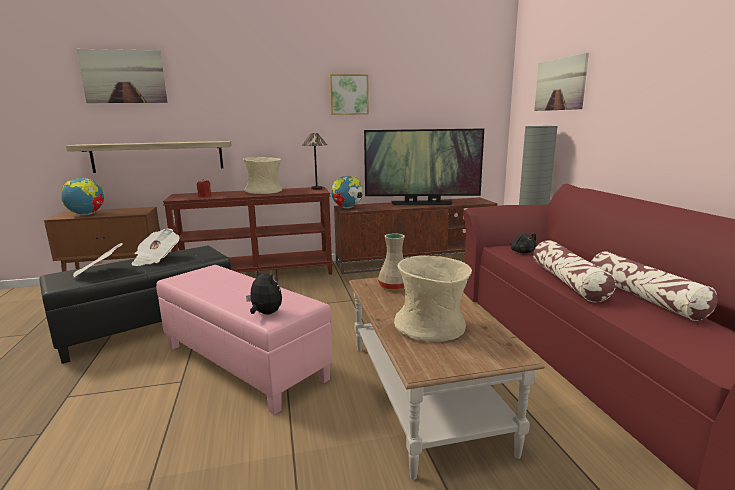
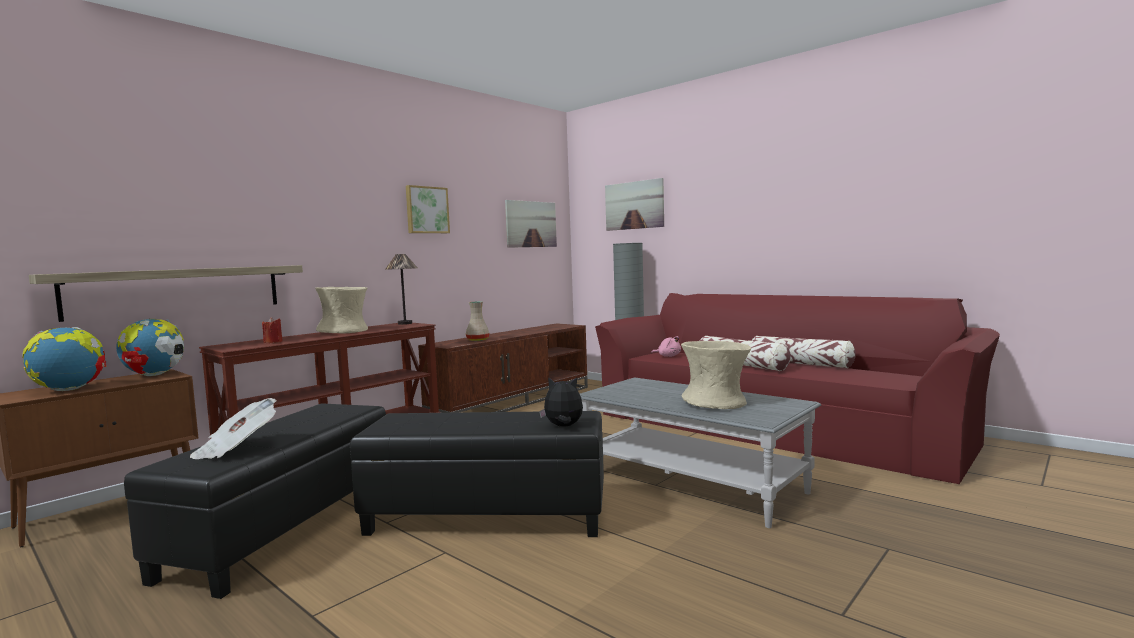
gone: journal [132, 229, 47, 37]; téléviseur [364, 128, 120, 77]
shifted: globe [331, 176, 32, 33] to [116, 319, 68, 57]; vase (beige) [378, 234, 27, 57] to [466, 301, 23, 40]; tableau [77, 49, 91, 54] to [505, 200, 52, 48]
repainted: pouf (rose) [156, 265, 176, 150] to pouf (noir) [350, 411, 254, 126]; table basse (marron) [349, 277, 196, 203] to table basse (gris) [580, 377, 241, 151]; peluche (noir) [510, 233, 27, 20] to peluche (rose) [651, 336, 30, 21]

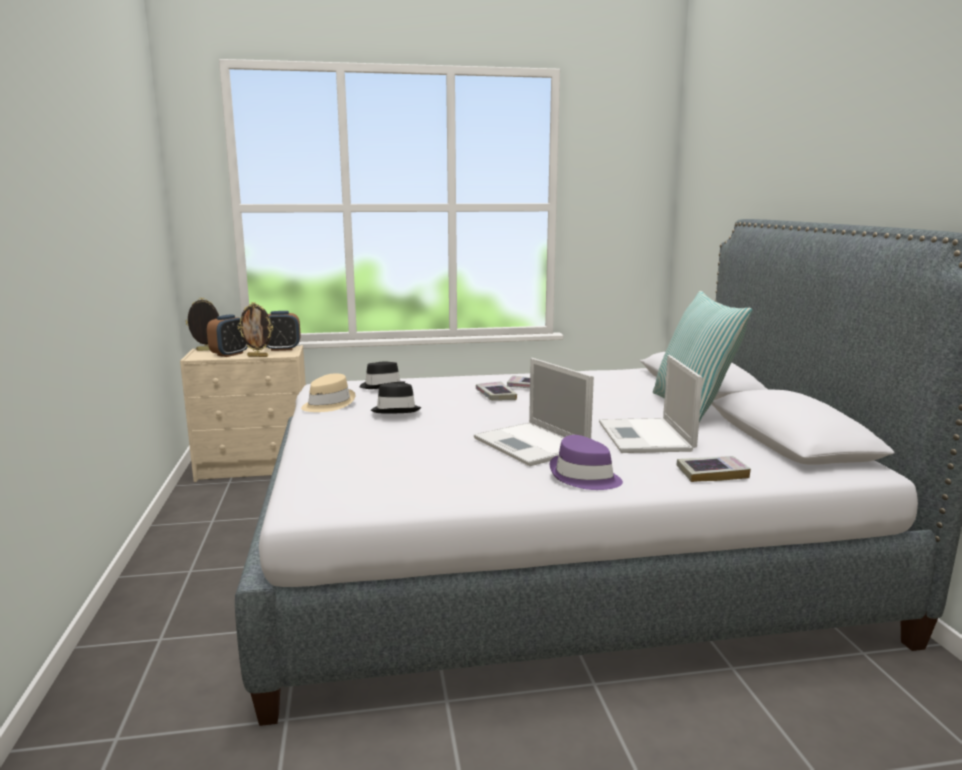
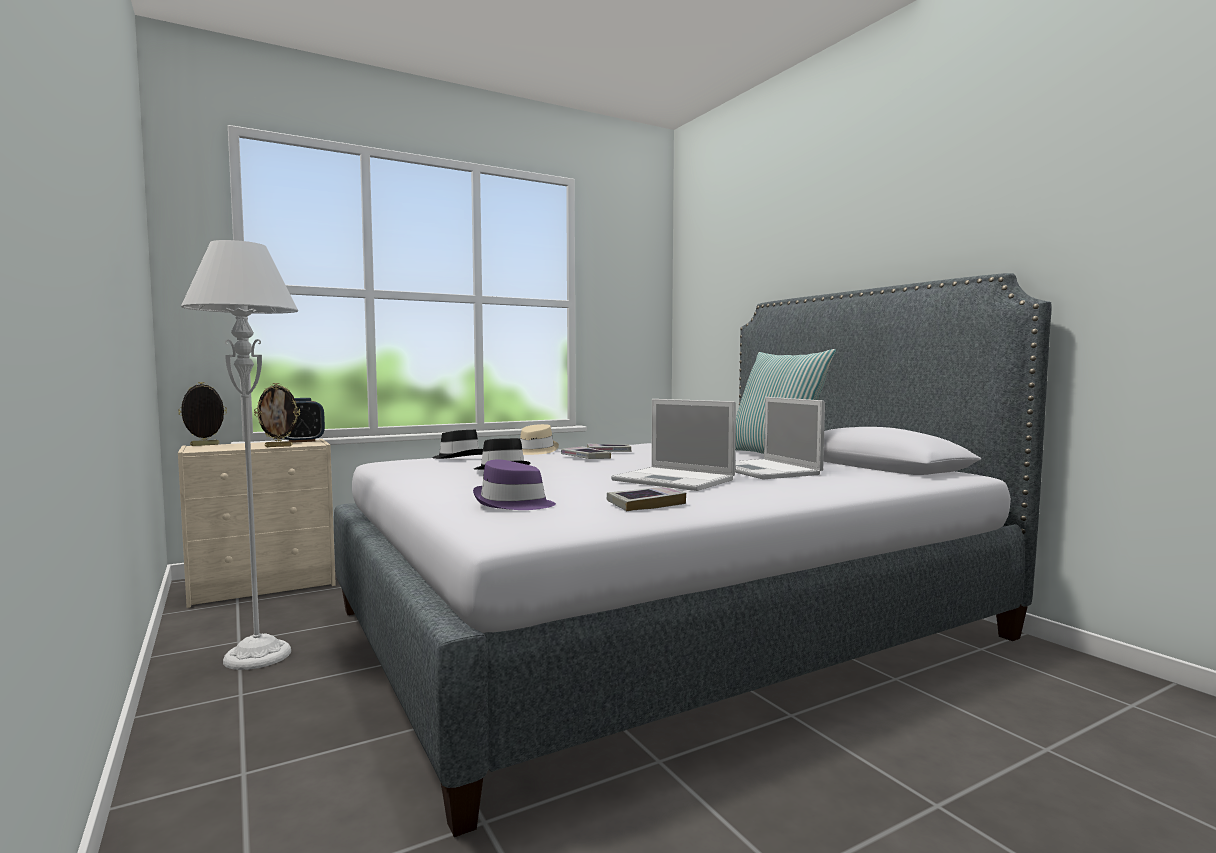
gone: réveil [207, 314, 41, 43]
new: lampadaire (gris) [181, 240, 117, 430]
shifted: chapeau (violet) [550, 435, 73, 55] to [473, 459, 83, 51]; chapeau (beige) [301, 373, 54, 39] to [520, 424, 39, 31]; livre [676, 456, 75, 26] to [607, 487, 79, 24]

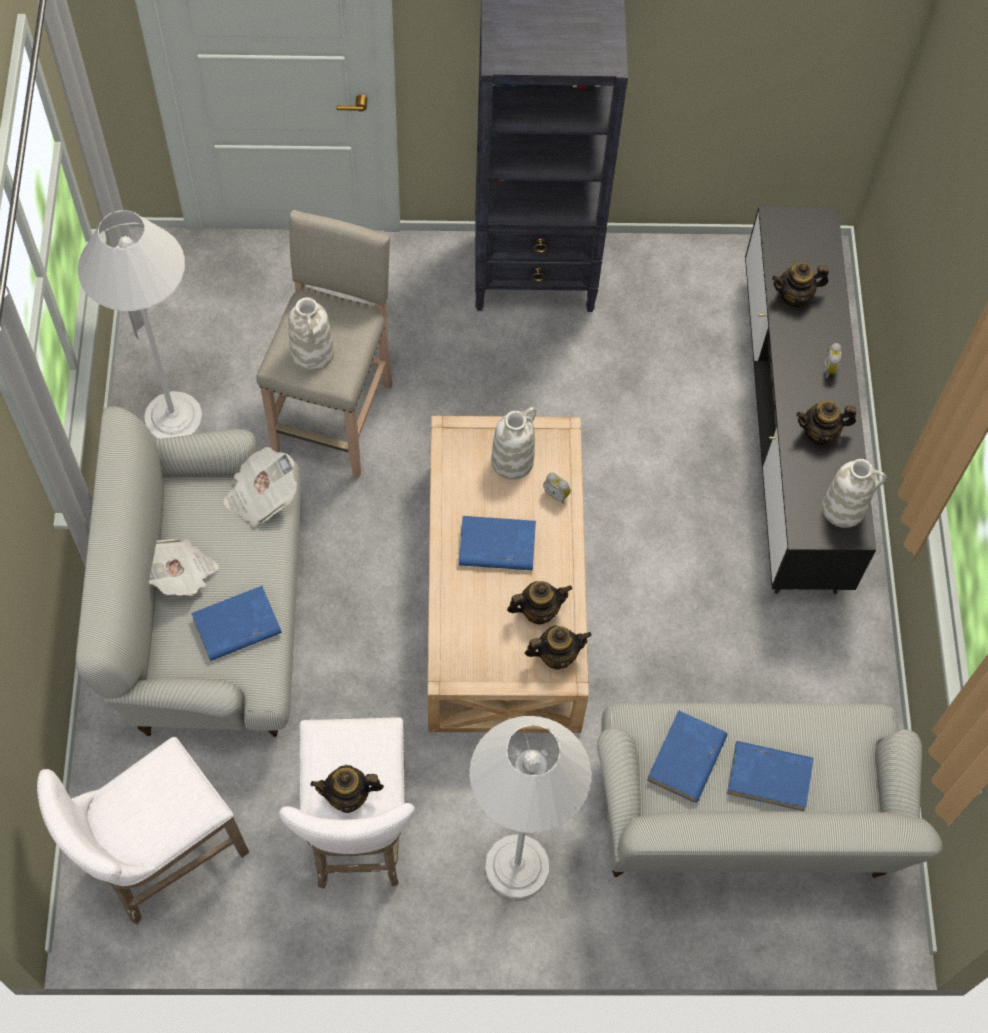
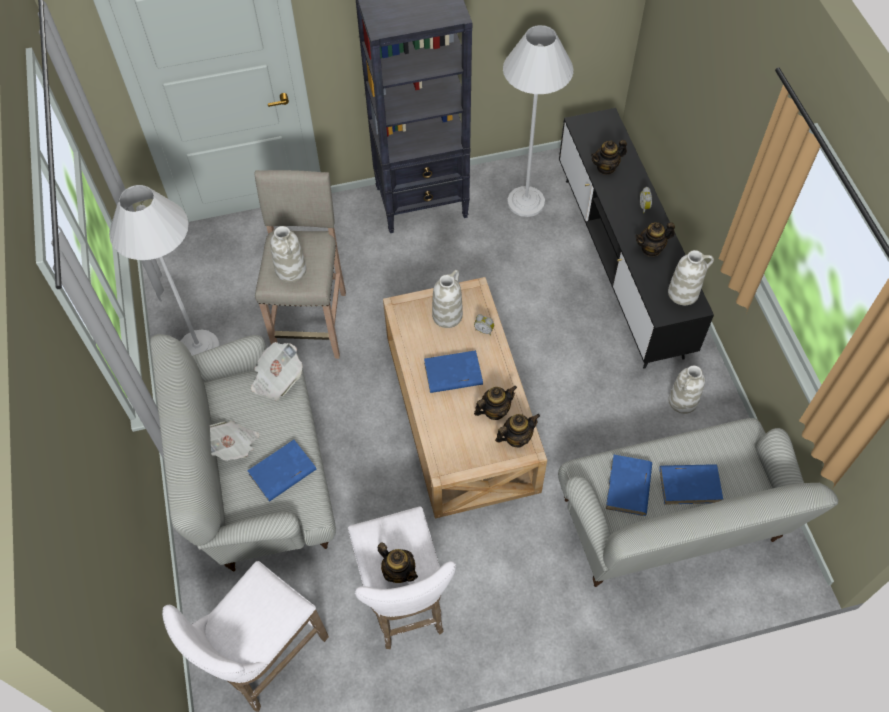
new: vase (blanc) [668, 366, 37, 48]
shifted: lampadaire (blanc) [469, 716, 122, 183] to [503, 25, 71, 192]
rotated: théière [311, 765, 73, 48] = [378, 543, 40, 40] 120 degrees counterclockwise

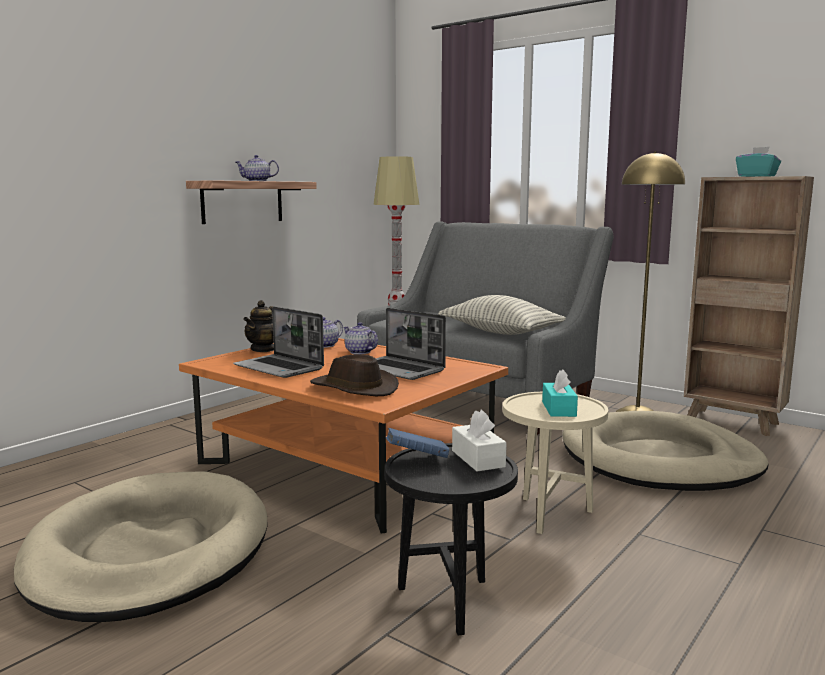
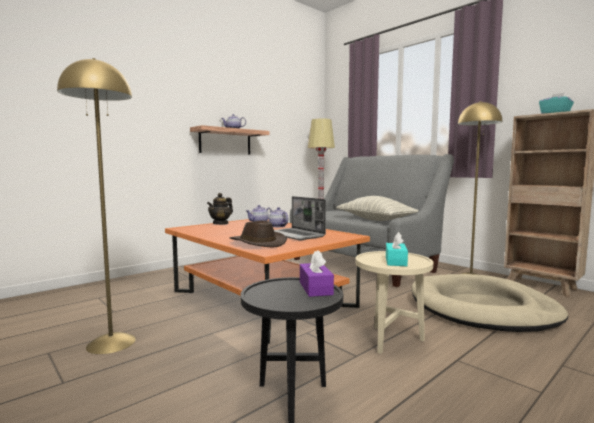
gone: ordinateur portable [233, 307, 91, 71]; livre (bleu) [386, 428, 63, 30]
swapped: panier pour chien (beige) [14, 471, 254, 151] to lampadaire (jaune) [57, 58, 79, 296]
repainted: boîte à mouchoirs (blanc) [452, 410, 55, 62] to boîte à mouchoirs (violet) [300, 250, 34, 47]

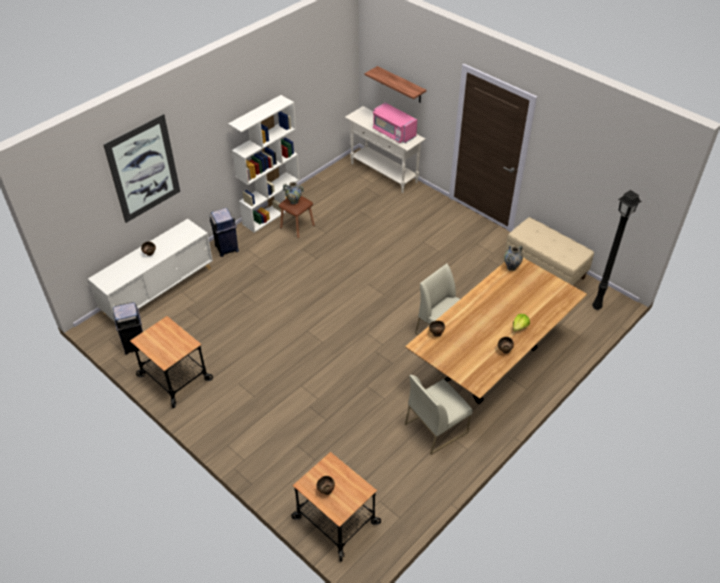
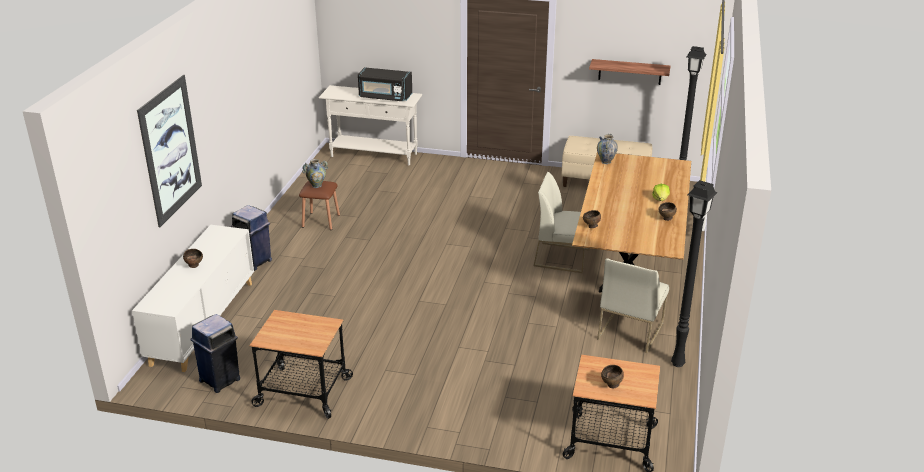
gone: bibliothèque (blanc) [228, 95, 72, 138]
new: lampadaire (noir) [671, 180, 47, 187]
shifted: étagère [365, 66, 61, 37] to [589, 59, 82, 26]
repainted: micro-ondes (rose) [373, 103, 44, 40] to micro-ondes (noir) [358, 67, 54, 34]

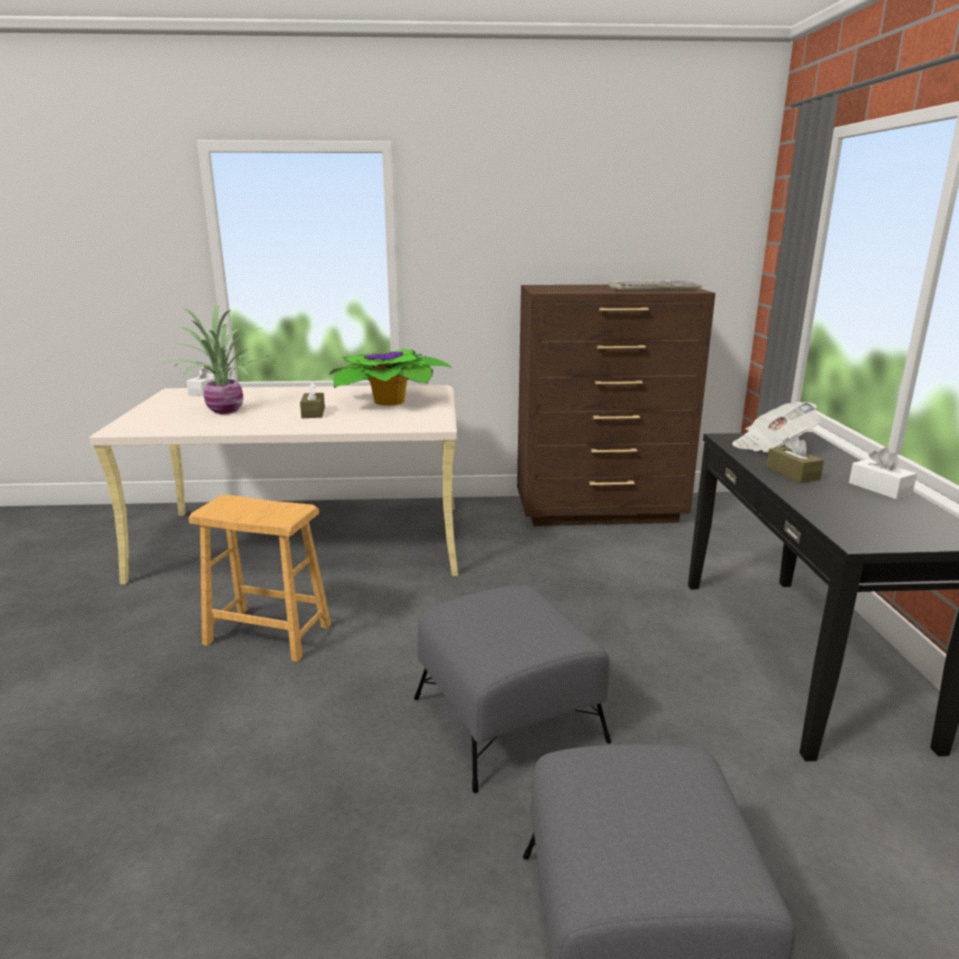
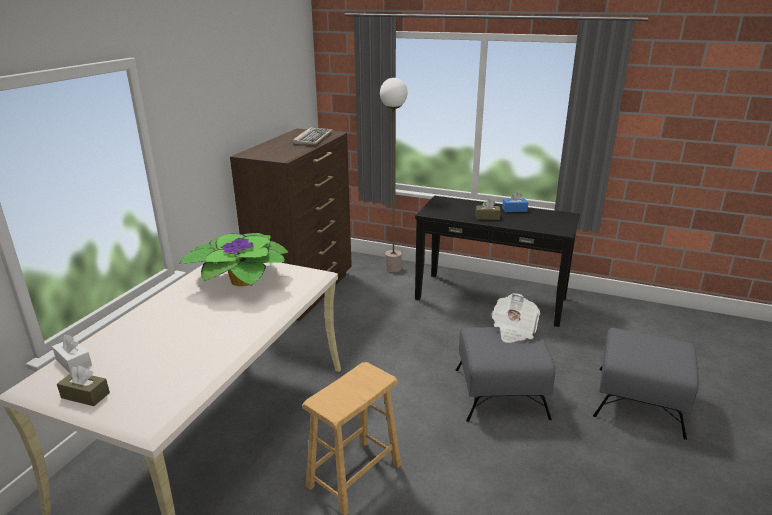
gone: plante en pot [159, 306, 113, 108]
new: lampadaire [380, 78, 27, 194]
shifted: boîte à mouchoirs (marron) [300, 382, 25, 36] to [57, 366, 53, 40]; journal [732, 402, 88, 51] to [491, 293, 49, 50]
repainted: boîte à mouchoirs (blanc) [849, 448, 68, 51] to boîte à mouchoirs (bleu) [502, 192, 26, 20]

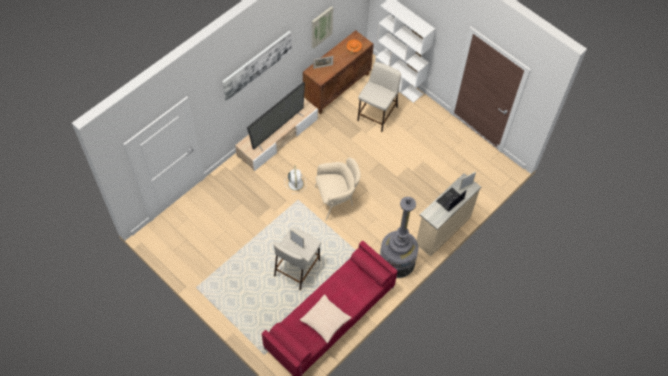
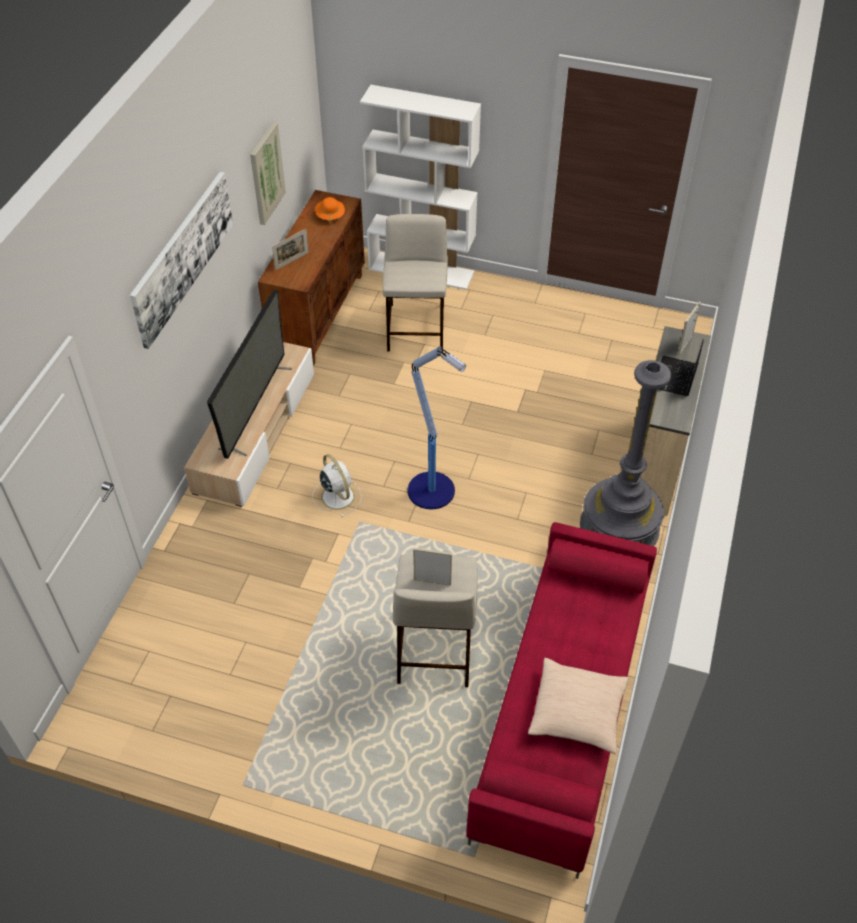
swapped: fauteuil (beige) [315, 158, 46, 62] to lampadaire [407, 346, 59, 163]

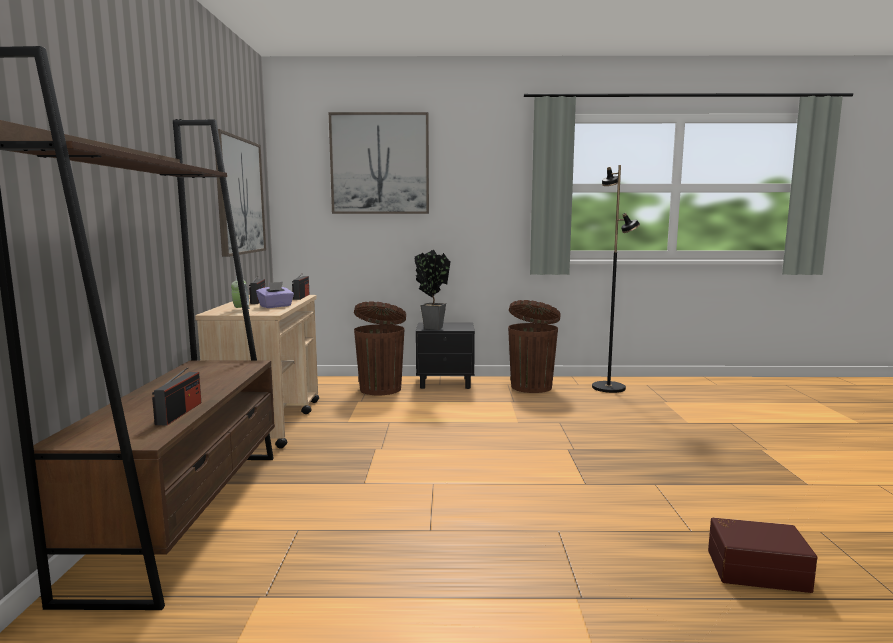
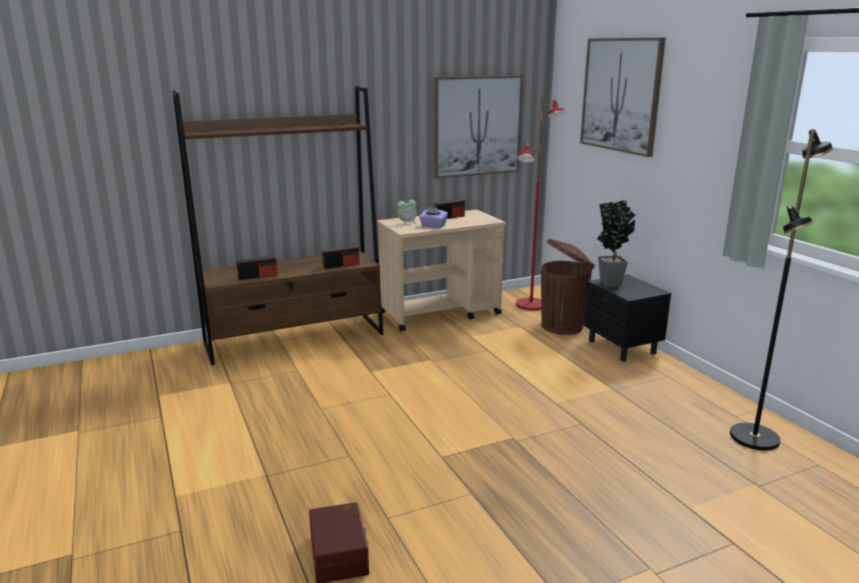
gone: poubelle (marron) [508, 300, 53, 93]
new: lampadaire (rouge) [516, 98, 50, 213]
shifted: radio [292, 273, 17, 27] to [322, 243, 37, 26]

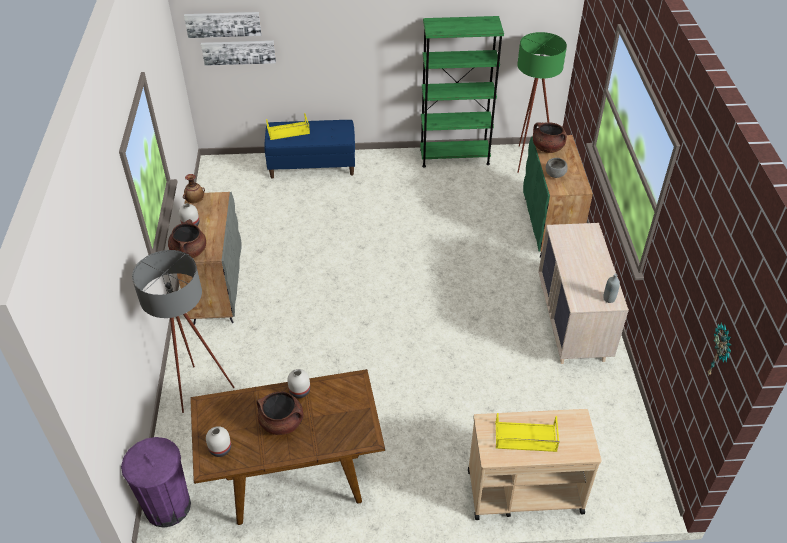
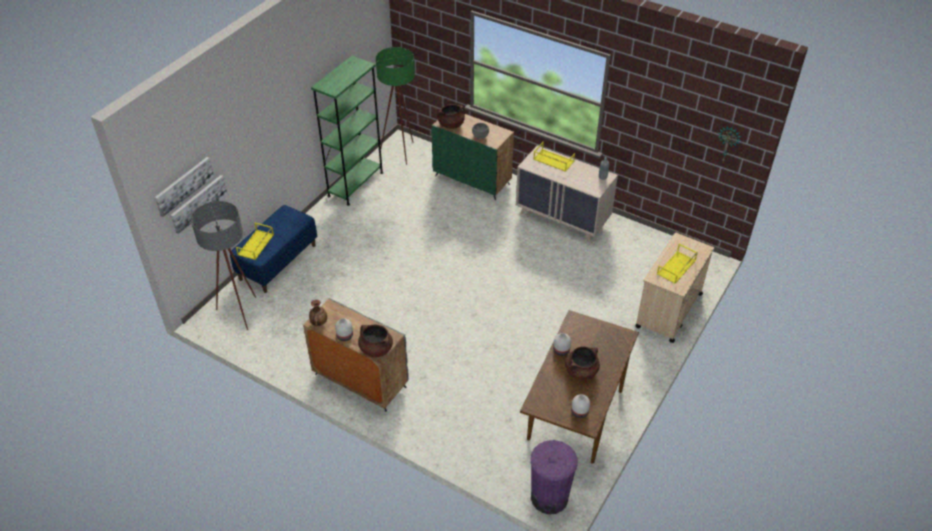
new: plateau (jaune) [533, 142, 42, 30]
shifted: lampadaire (gris) [132, 250, 103, 163] to [191, 201, 65, 129]

